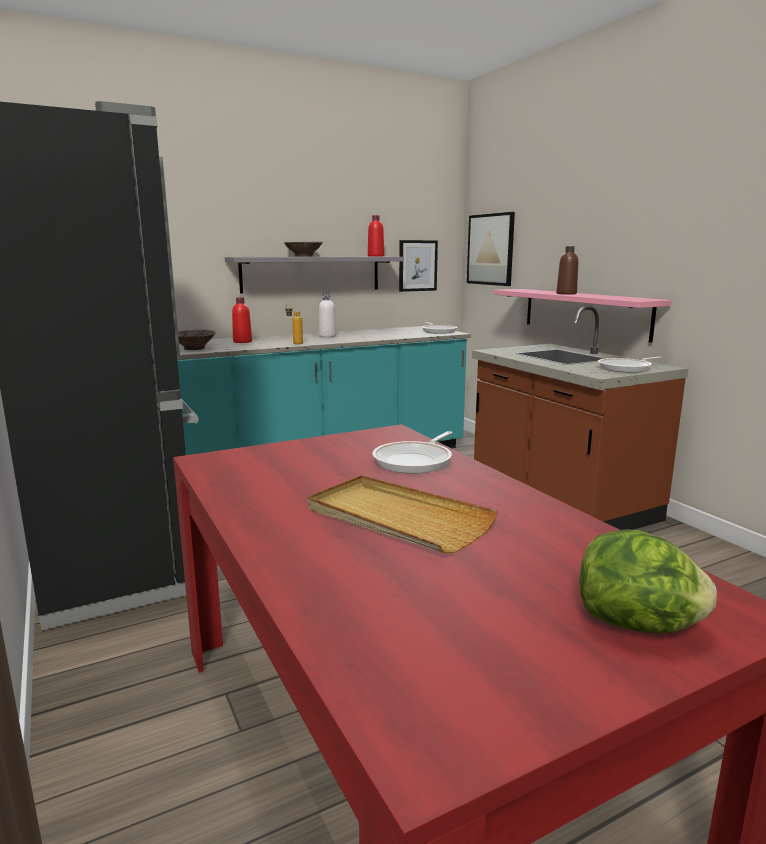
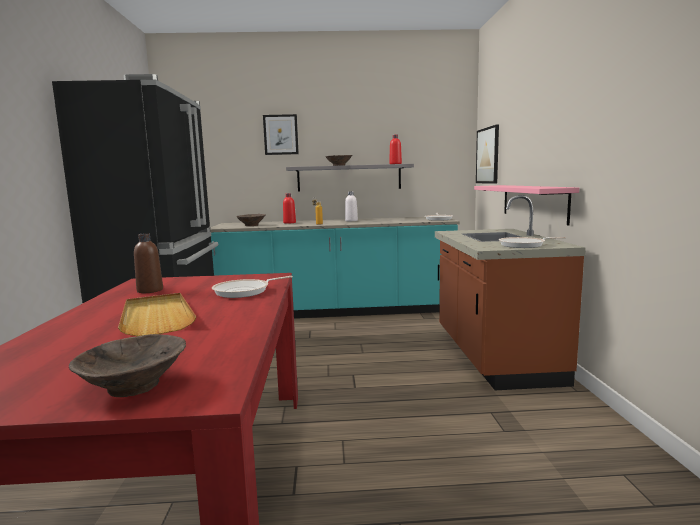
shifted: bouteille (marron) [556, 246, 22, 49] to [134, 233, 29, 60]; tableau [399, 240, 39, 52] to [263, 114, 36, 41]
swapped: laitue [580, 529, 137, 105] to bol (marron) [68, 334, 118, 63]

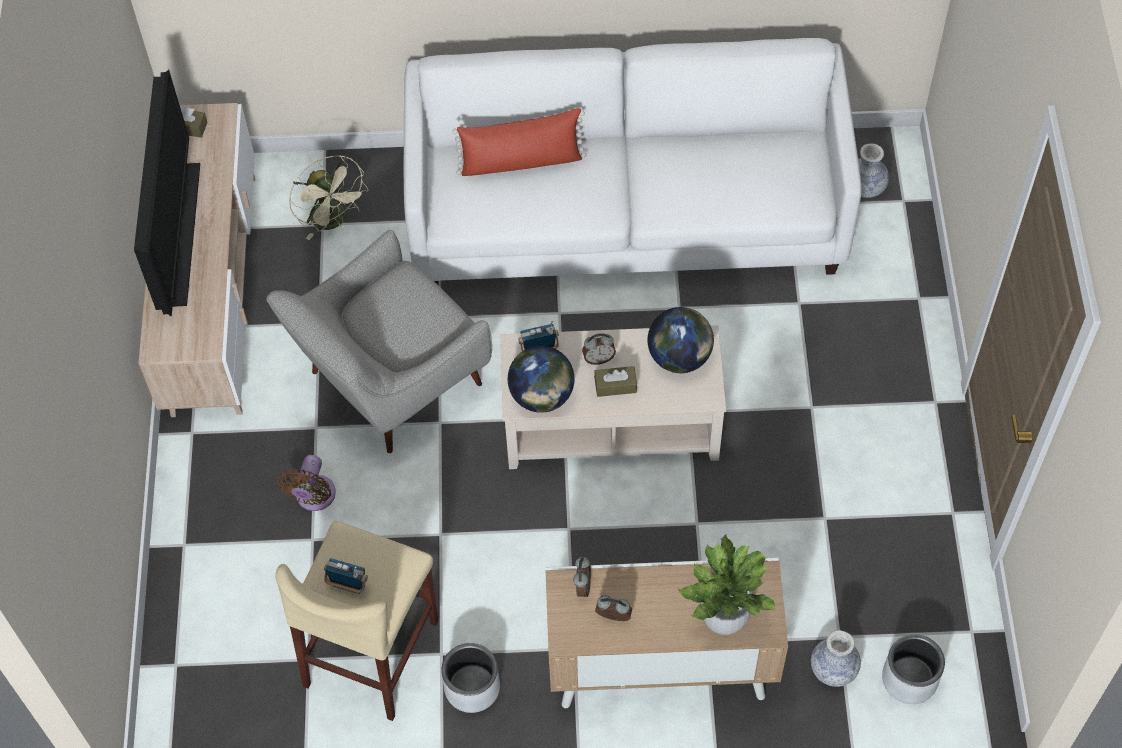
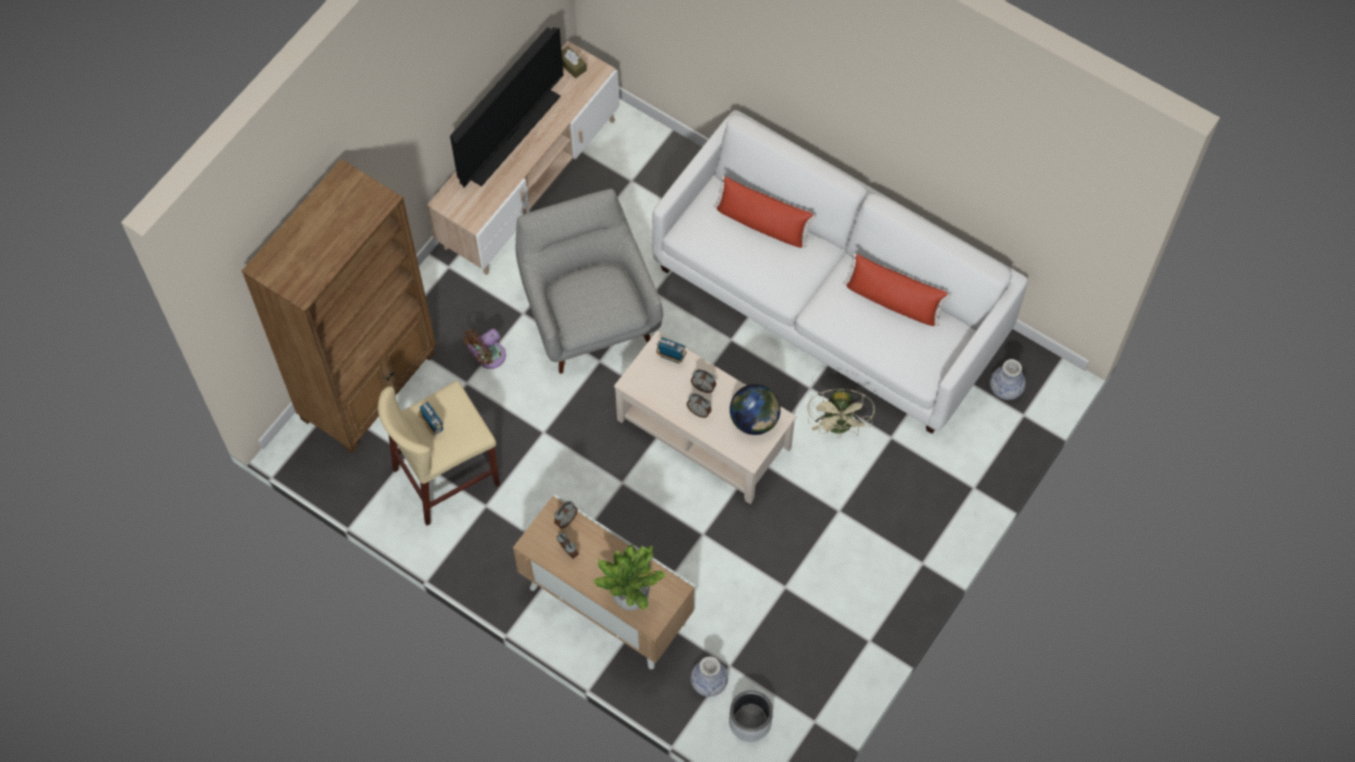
gone: cache-pot (gris) [441, 643, 59, 70]; globe [508, 346, 66, 67]
new: bibliothèque (marron) [242, 159, 195, 294]; coussin (rouge) [843, 253, 107, 73]
shifted: ventilateur (beige) [289, 155, 80, 85] to [807, 389, 68, 49]
swapped: boîte à mouchoirs (marron) [594, 366, 43, 31] to réveil [687, 393, 25, 25]
rotated: fauteuil (gris) [267, 230, 225, 223] = [516, 189, 147, 185] 75 degrees clockwise

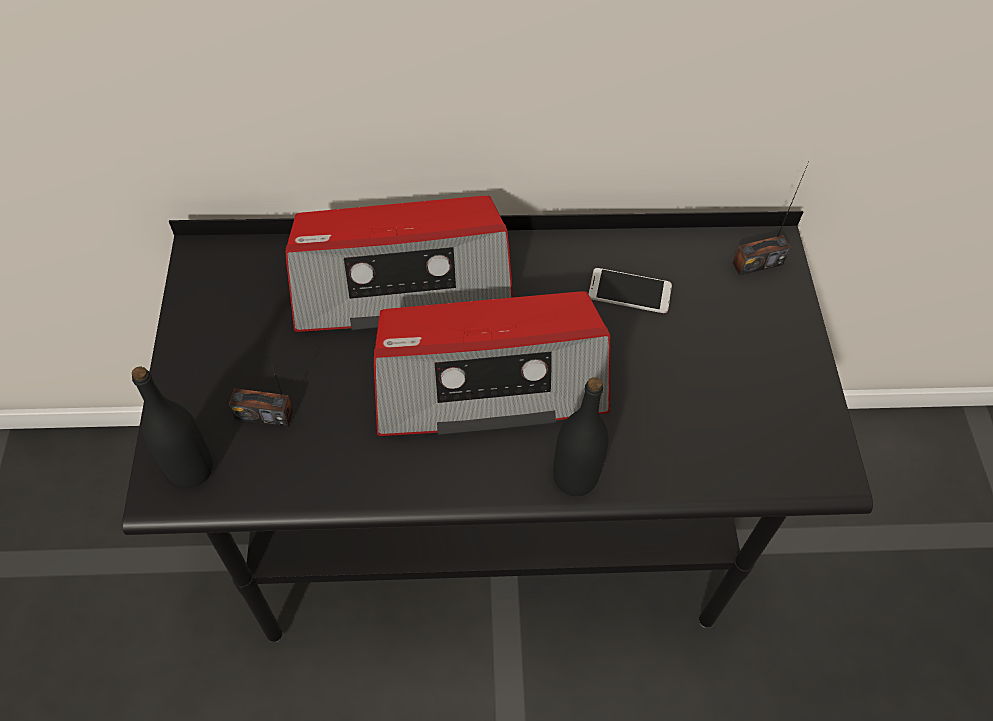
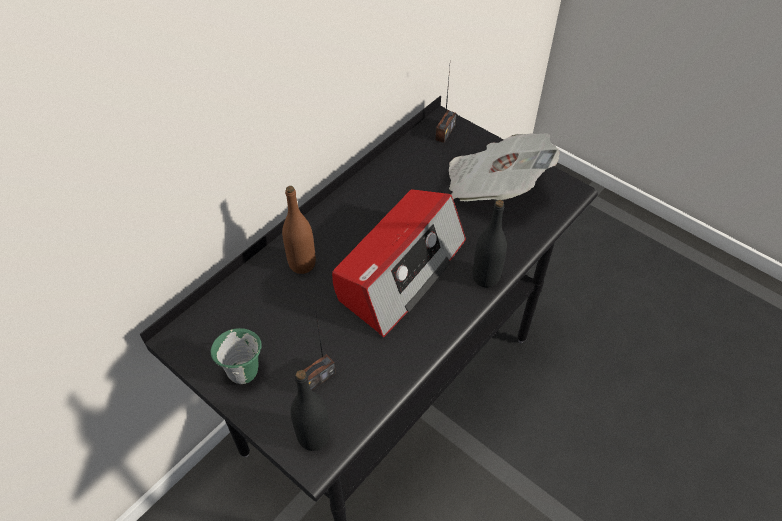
gone: téléphone [588, 268, 84, 45]
new: mug (vert) [211, 328, 51, 56]; journal [449, 133, 111, 68]
swapped: radio [286, 196, 227, 136] to bouteille (marron) [282, 186, 34, 88]

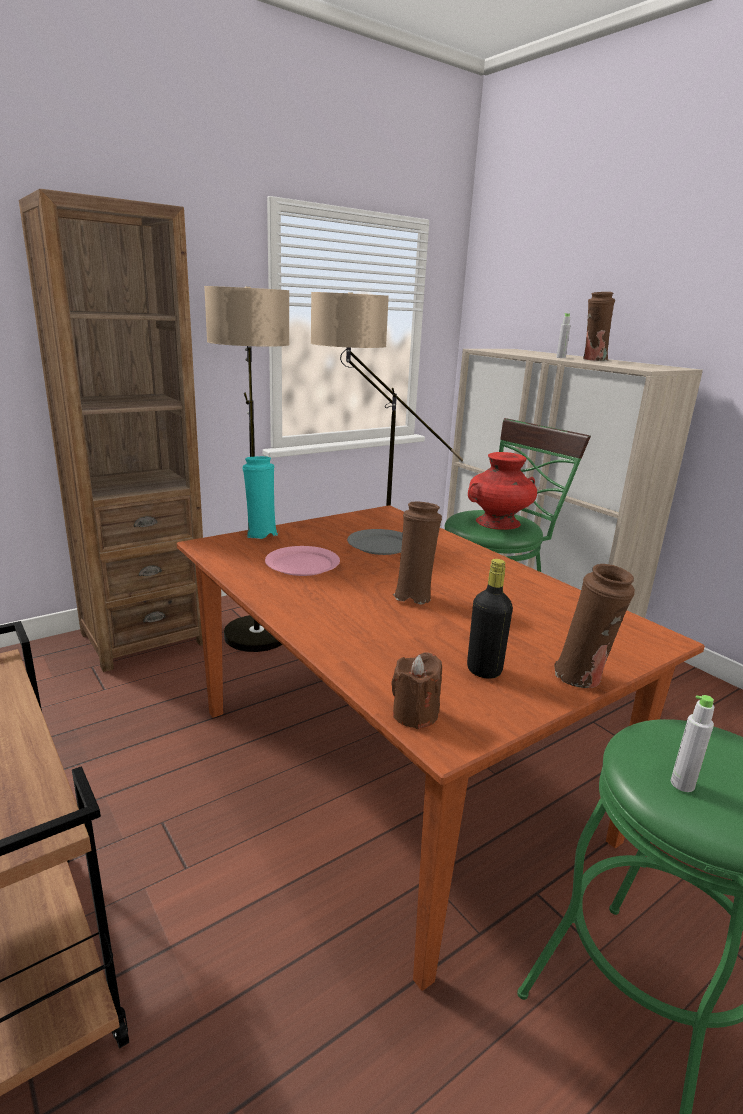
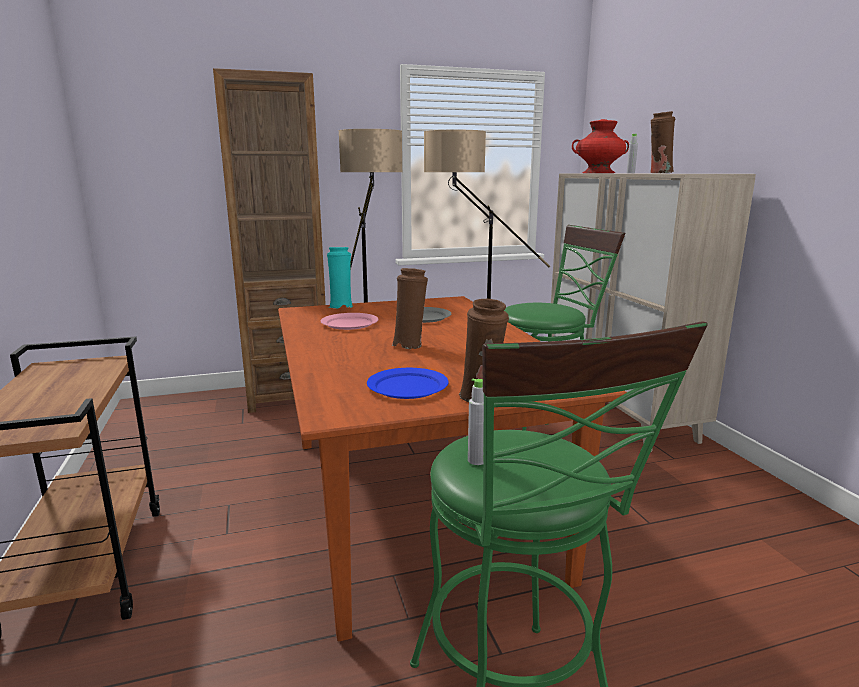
gone: bougie (marron) [391, 652, 51, 77]
shifted: vase (rouge) [468, 452, 69, 78] to [572, 119, 57, 54]
swapped: bouteille (noir) [467, 559, 46, 120] to assiette (bleu) [367, 368, 82, 31]

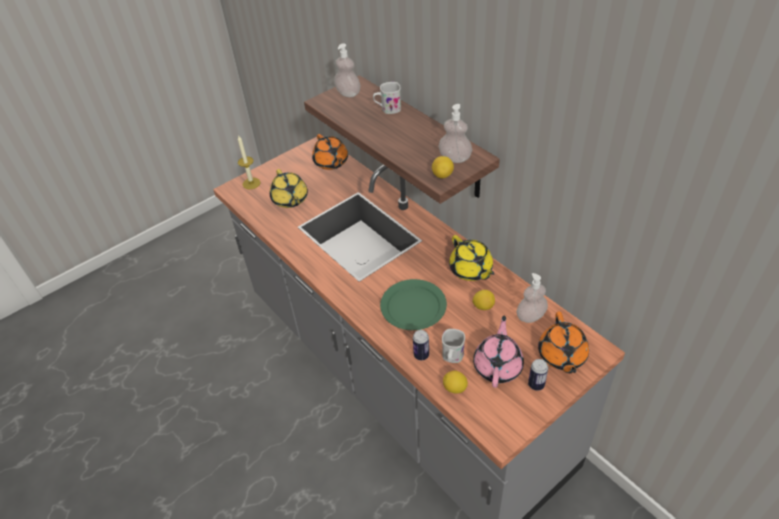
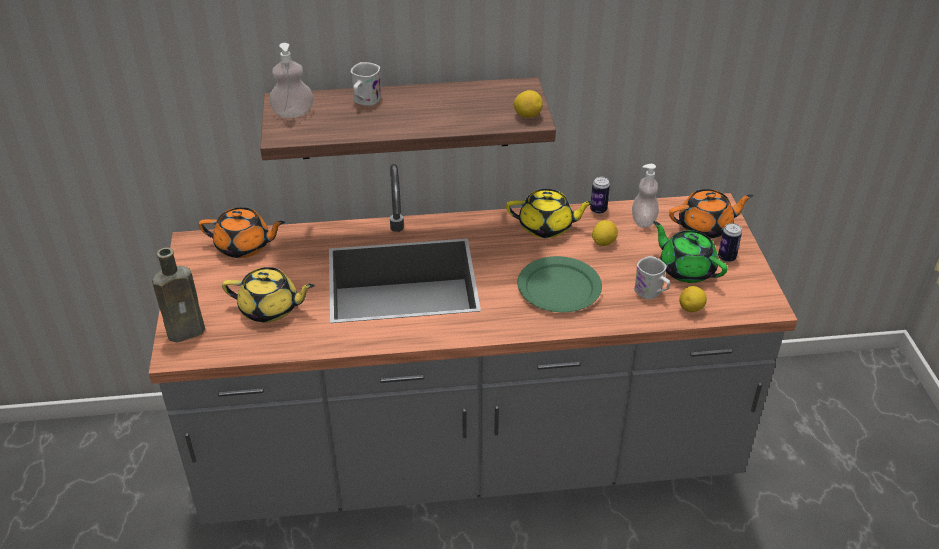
gone: distributeur de savon [438, 104, 34, 59]
shifted: boîte métallique [413, 330, 16, 30] to [590, 177, 20, 37]
swapped: bougie [238, 136, 22, 53] to bouteille (marron) [152, 247, 53, 96]
repainted: théière (rose) [473, 316, 51, 72] to théière (vert) [653, 221, 75, 62]
rotated: théière (orange) [538, 311, 51, 62] = [669, 189, 85, 50] 45 degrees counterclockwise

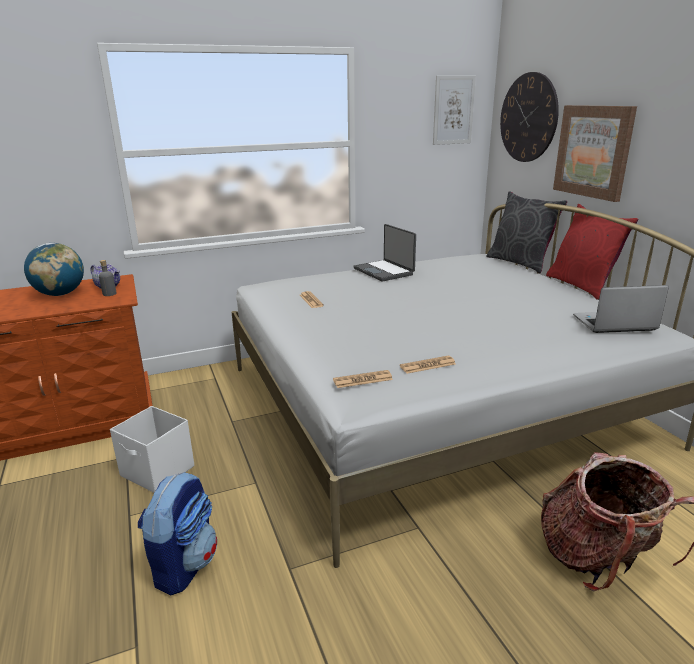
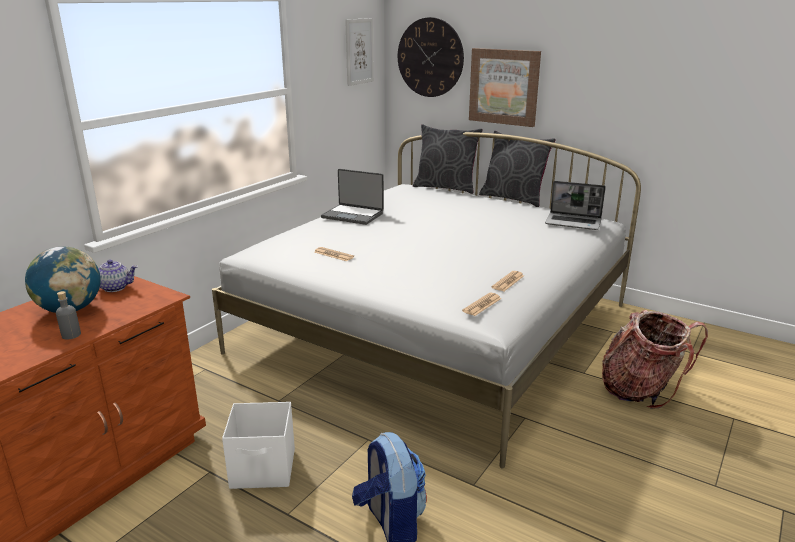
shifted: bouteille (gris) [99, 260, 18, 36] to [56, 291, 25, 49]
repainted: coussin (rouge) [546, 204, 92, 96] to coussin (gris) [479, 131, 77, 76]
rotated: ordinateur portable [573, 285, 96, 48] = [545, 181, 61, 49] 120 degrees counterclockwise

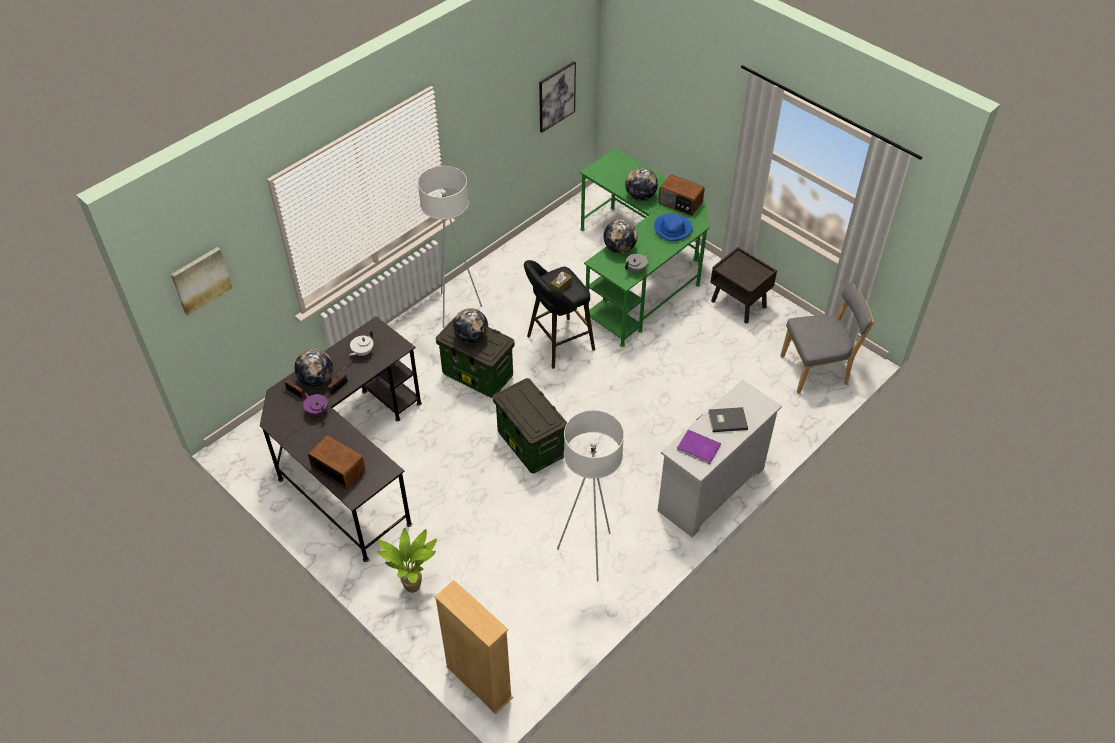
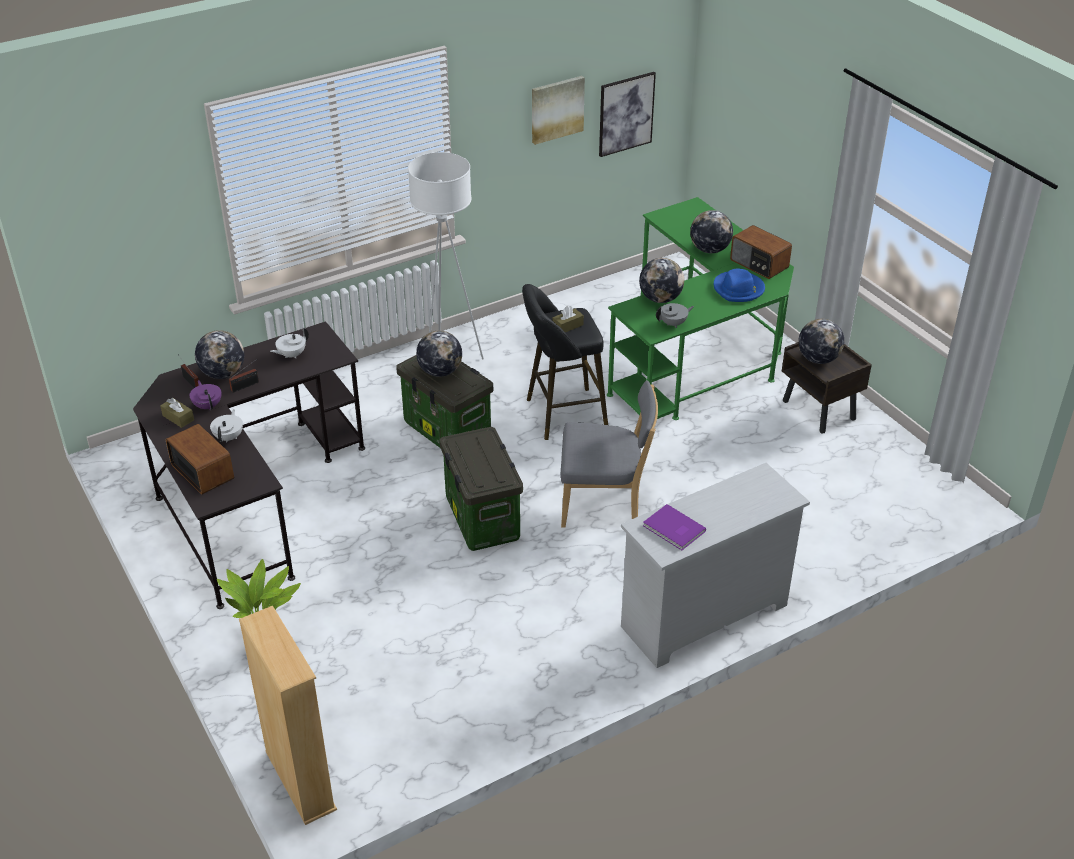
gone: lampadaire (blanc) [557, 410, 67, 171]; livre (gris) [708, 407, 40, 25]
new: boîte à mouchoirs (marron) [160, 398, 34, 30]; théière (blanc) [210, 409, 33, 34]; globe [798, 319, 46, 45]
shifted: tableau [171, 247, 61, 68] to [532, 76, 53, 69]; chaise (gris) [780, 282, 94, 112] to [561, 380, 97, 148]

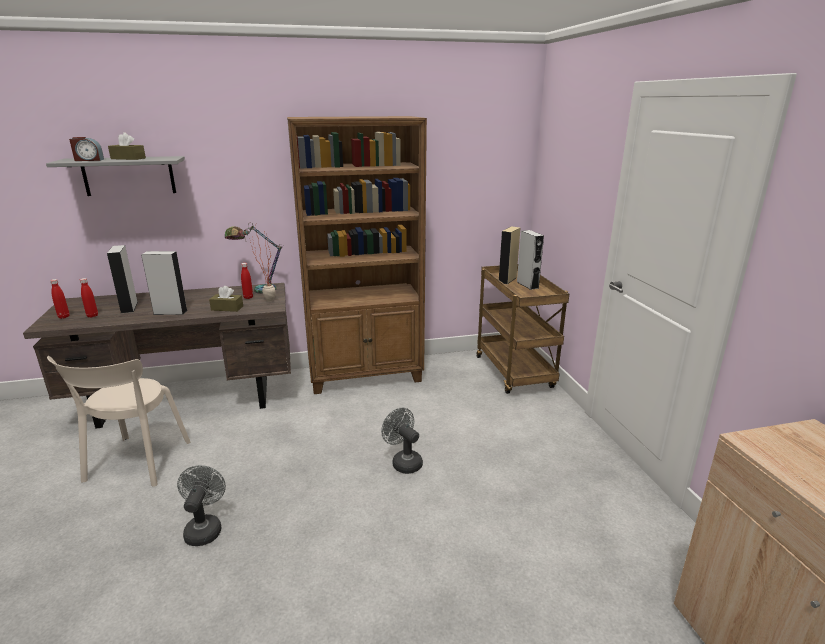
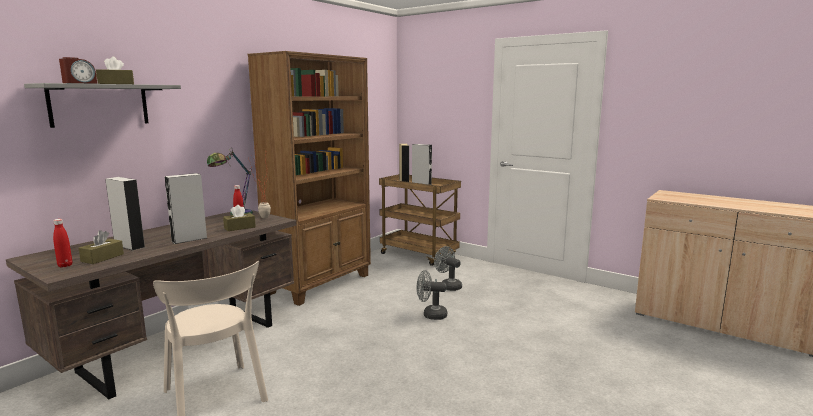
shifted: ventilateur (gris) [177, 465, 49, 81] to [434, 246, 28, 45]
swapped: bouteille (rouge) [80, 278, 18, 40] to boîte à mouchoirs (marron) [79, 230, 45, 34]

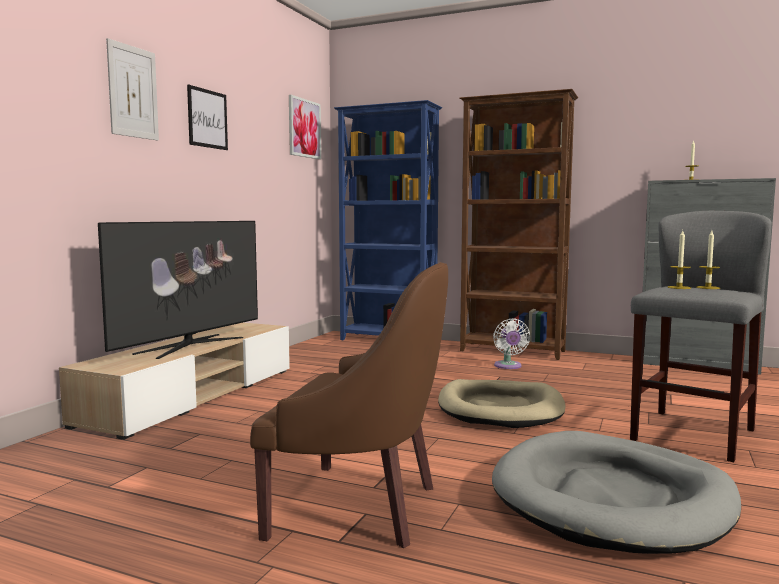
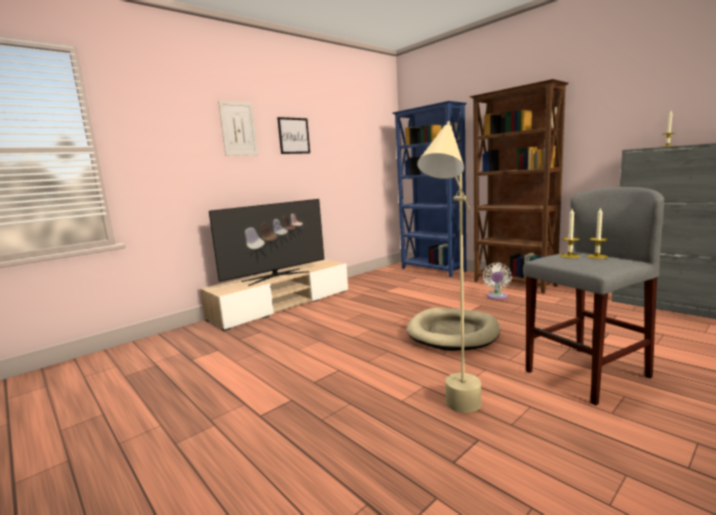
gone: fauteuil (marron) [250, 262, 198, 286]; tableau [289, 95, 32, 64]
swapped: panier pour chien (gris) [492, 431, 249, 123] to lampadaire (beige) [417, 121, 64, 292]

